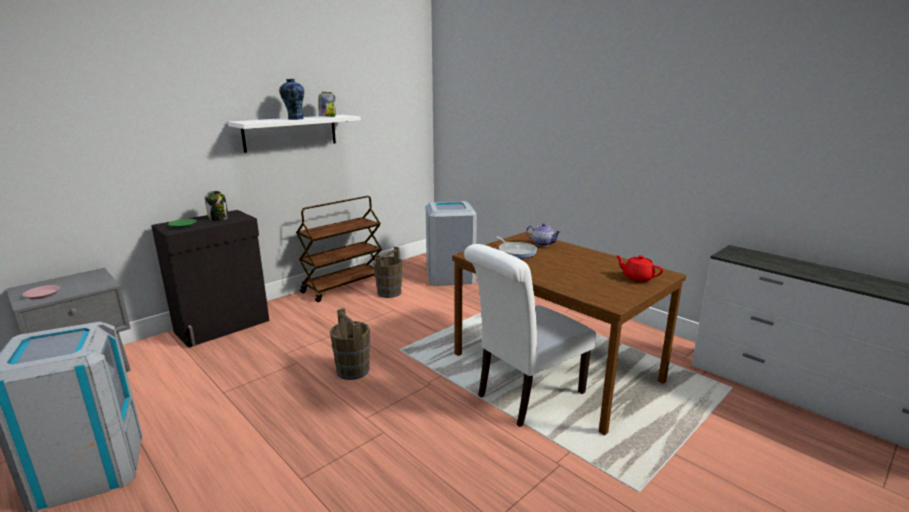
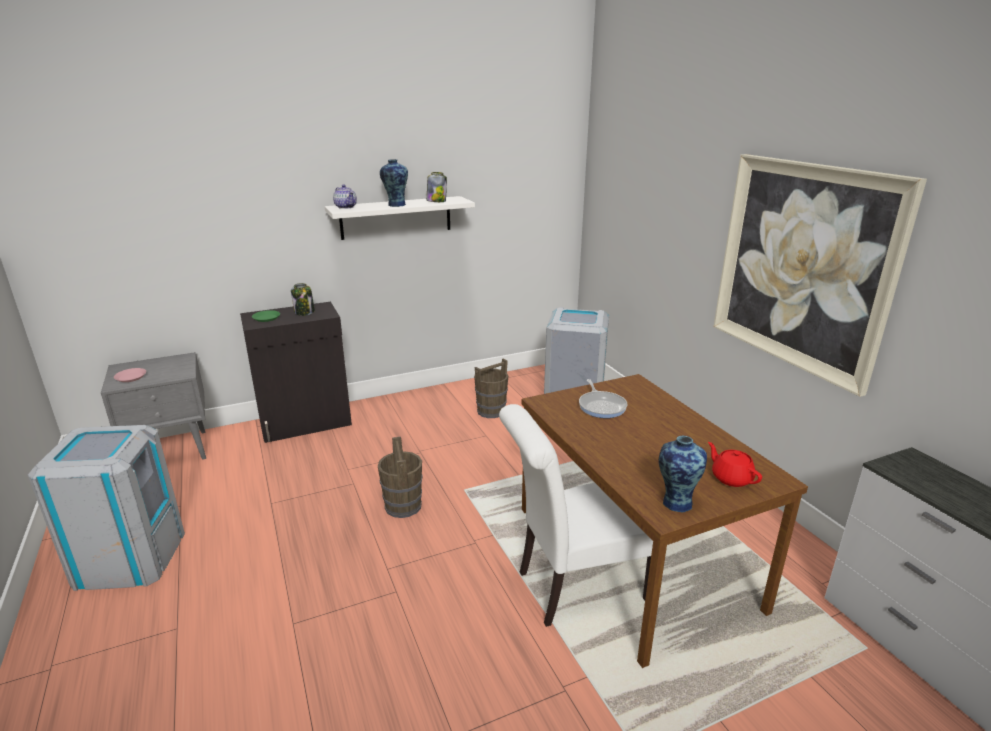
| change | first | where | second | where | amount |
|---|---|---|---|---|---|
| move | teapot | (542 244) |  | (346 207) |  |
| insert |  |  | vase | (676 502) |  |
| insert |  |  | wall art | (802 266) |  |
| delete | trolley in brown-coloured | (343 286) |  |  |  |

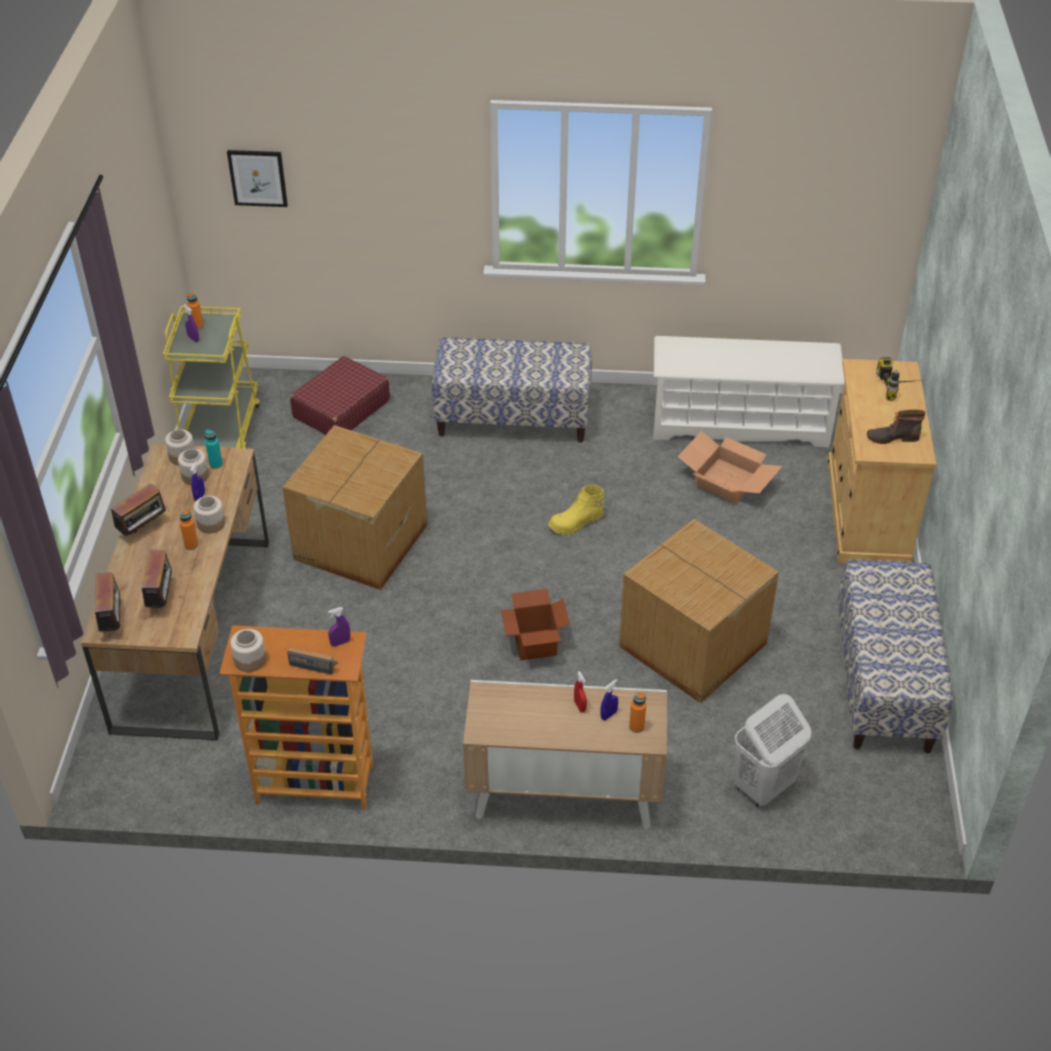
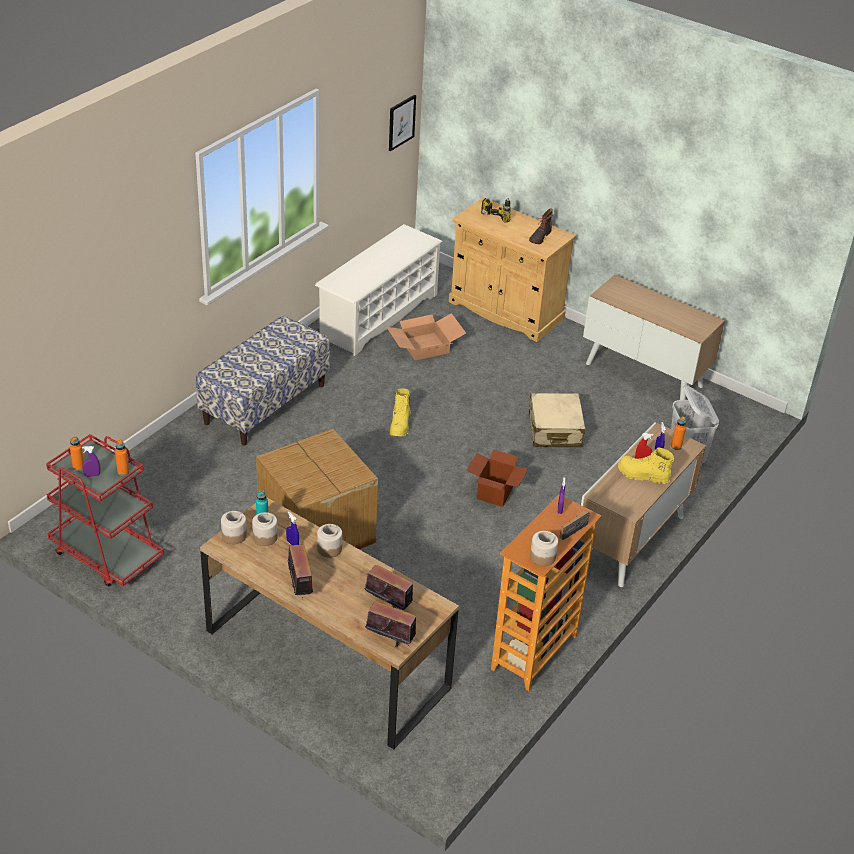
| change | first | where | second | where | amount |
|---|---|---|---|---|---|
| recolor | trolley in yellow-coloured | (220 430) | trolley in red-coloured | (106 554) |  |
| move | beverage bottle in orange | (191 545) |  | (123 471) |  |
| move | wall art | (258 178) |  | (401 122) |  |
| replace | cardboard box | (693 647) | suitcase in beige | (555 430) |  |
| replace | bench | (884 683) | storage cabinet | (645 374) |  |
| insert |  |  | tall boot in yellow-coloured | (643 475) |  |
| delete | suitcase in red-coloured | (341 409) |  |  |  |

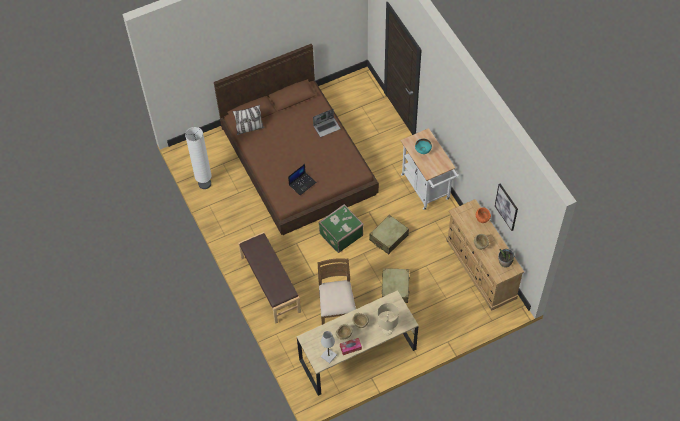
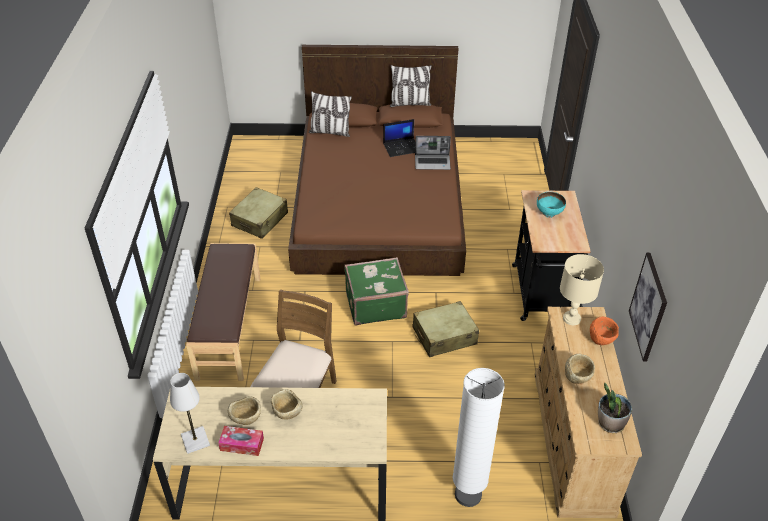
| change | first | where | second | where | amount |
|---|---|---|---|---|---|
| move | suitcase in beige | (395 288) |  | (260 220) |  |
| move | portable computer | (302 183) |  | (402 147) |  |
| insert |  |  | pillow | (410 103) |  |
| move | standing lamp in white-coloured | (204 184) |  | (468 495) |  |
| recolor | trolley in white-coloured | (427 189) | trolley in black | (542 297) |  |
| move | table lamp in beige | (387 330) |  | (572 318) |  |

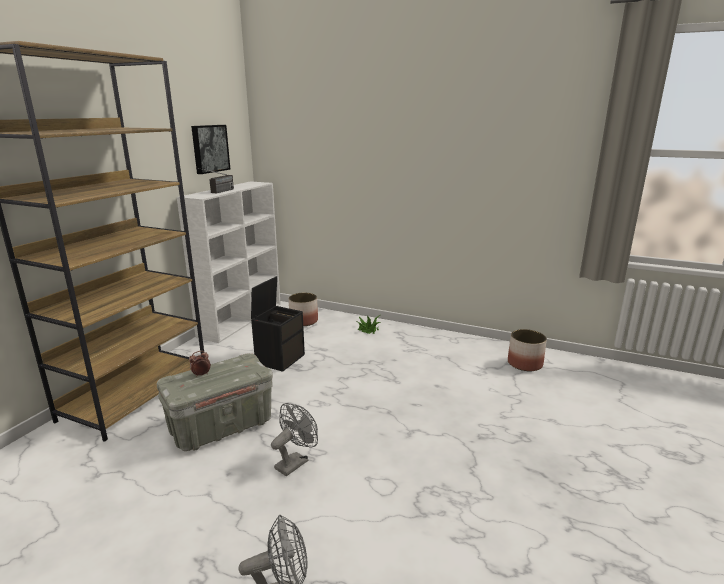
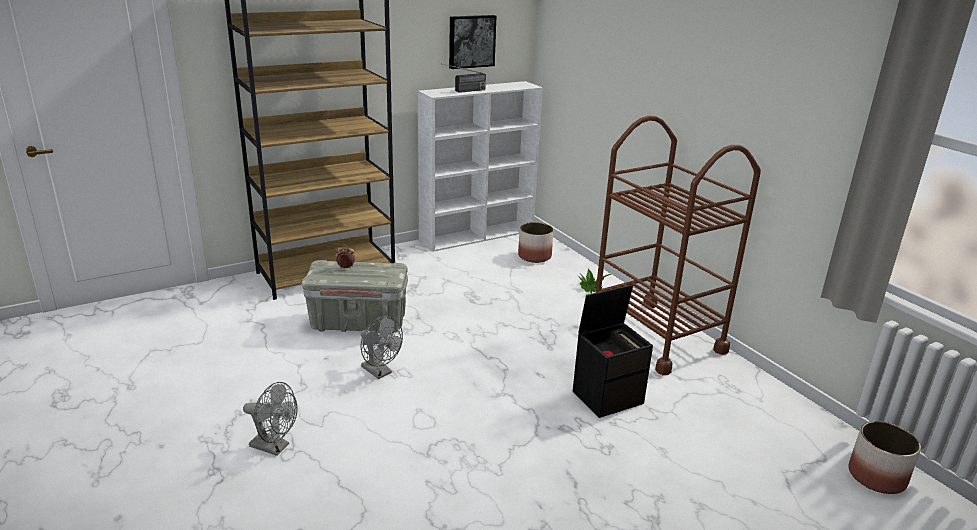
| change | first | where | second | where | amount |
|---|---|---|---|---|---|
| rotate | fan in greyish | (295 462) |  | (380 372) | 60 degrees clockwise |
| move | storage container in black | (280 358) |  | (608 396) |  |
| insert |  |  | trolley in brown-coloured | (656 336) |  |
| move | planter | (524 364) |  | (877 476) |  |

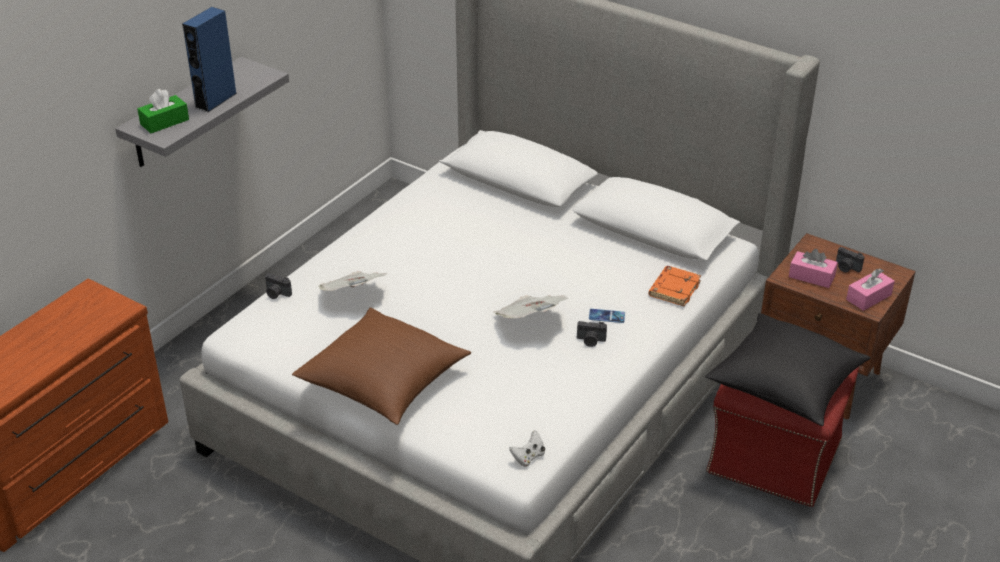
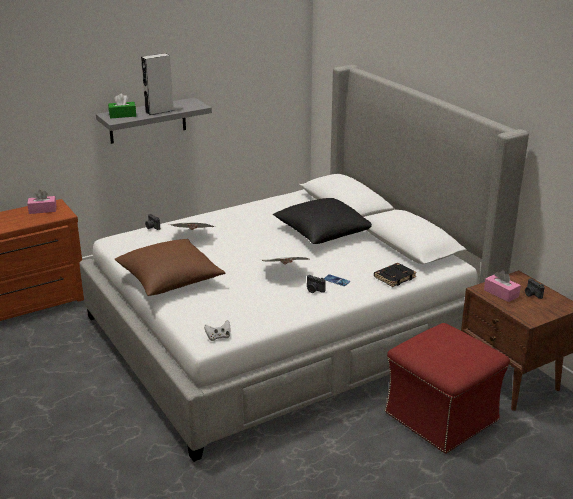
| change | first | where | second | where | amount |
|---|---|---|---|---|---|
| move | tissue box in pink-coloured | (868 297) |  | (42 210) |  |
| recolor | audio speaker in blue | (215 100) | audio speaker in greyish | (159 111) |  |
| move | pillow in black | (785 384) |  | (323 233) |  |
| recolor | book in orange | (674 289) | book in black | (394 277) |  |

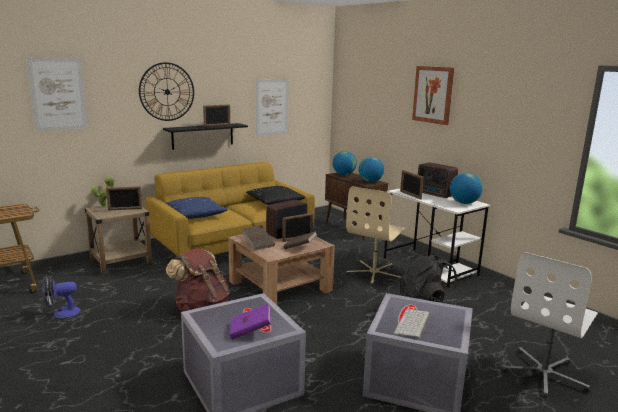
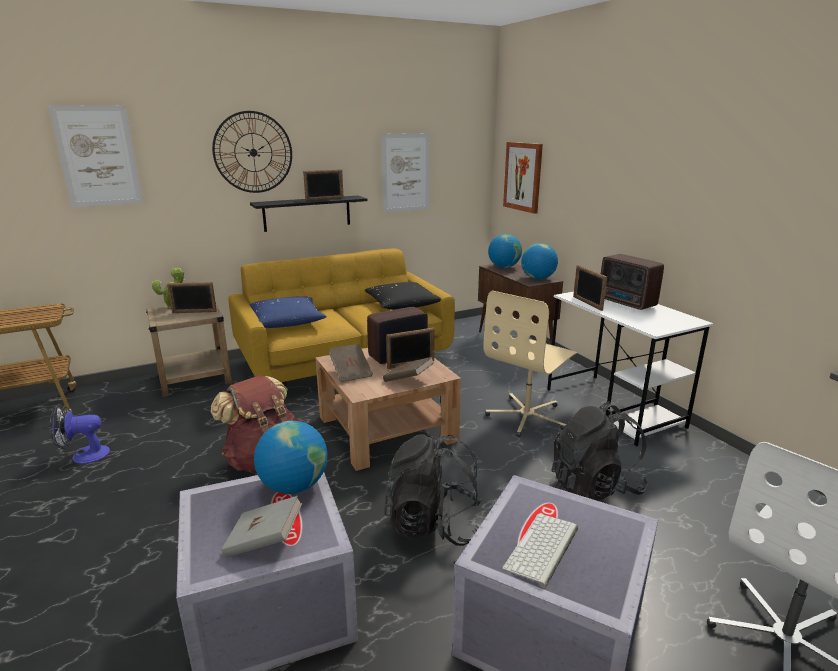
| change | first | where | second | where | amount |
|---|---|---|---|---|---|
| recolor | book in purple-coloured | (250 331) | book in greyish | (264 541) |  |
| move | desk globe | (464 203) |  | (293 486) |  |
| insert |  |  | backpack in black | (433 524) |  |
| move | wall art | (433 94) |  | (523 177) |  |

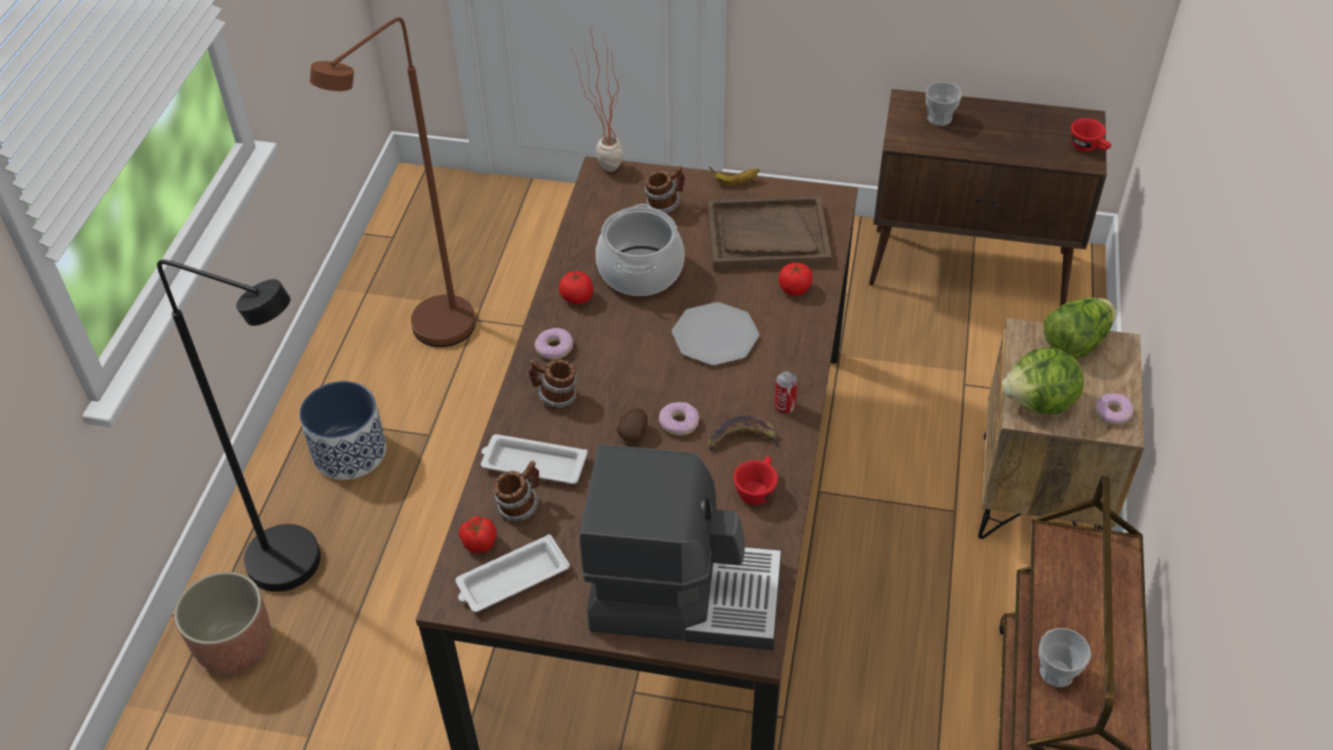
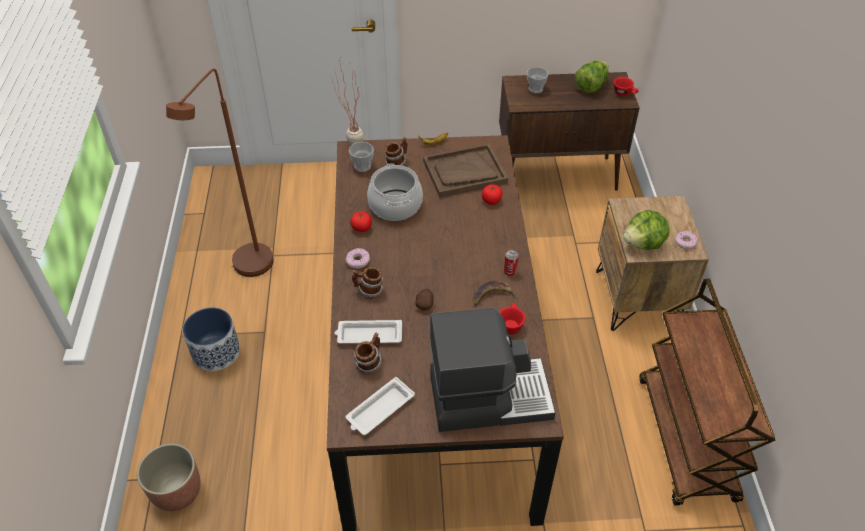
| change | first | where | second | where | amount |
|---|---|---|---|---|---|
| move | cup | (1056 672) |  | (362 166) |  |
| move | head of lettuce | (1075 342) |  | (591 86) |  |
| delete | standing lamp in black | (302 568) |  |  |  |
| delete | fresh tomato | (479 543) |  |  |  |
| delete | donut | (679 423) |  |  |  |
| delete | plate | (715 336) |  |  |  |

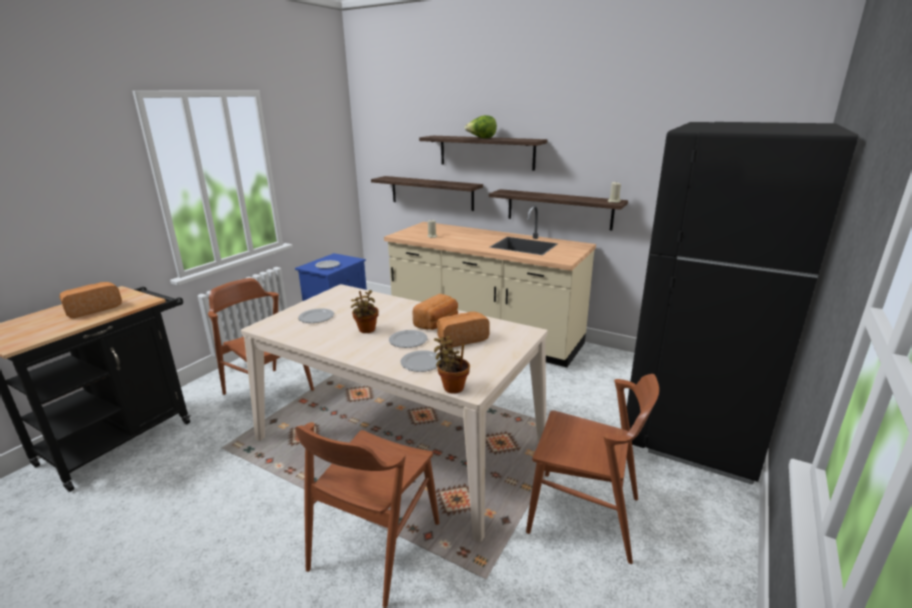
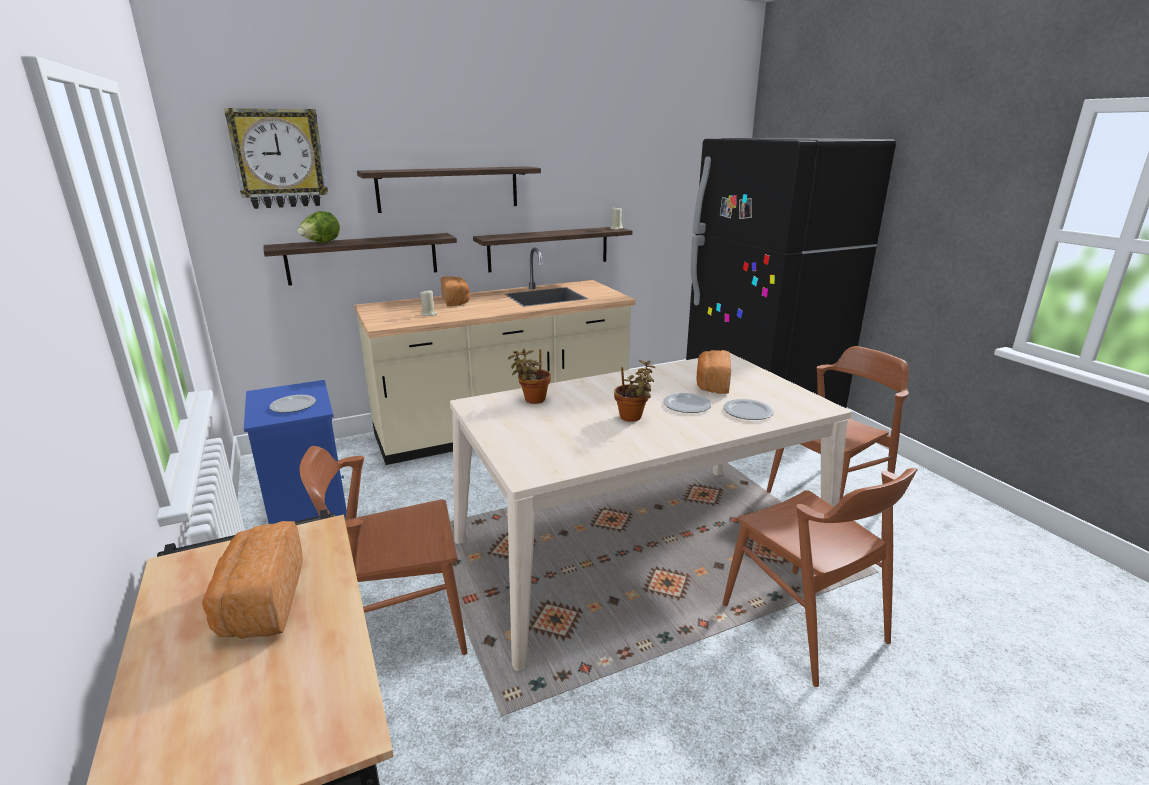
| change | first | where | second | where | amount |
|---|---|---|---|---|---|
| insert |  |  | clock on the wall | (279 159) |  |
| move | head of lettuce | (481 138) |  | (321 243) |  |
| move | bread | (437 323) |  | (456 301) |  |
| move | potted plant | (452 387) |  | (532 399) |  |
| delete | plate | (316 317) |  |  |  |

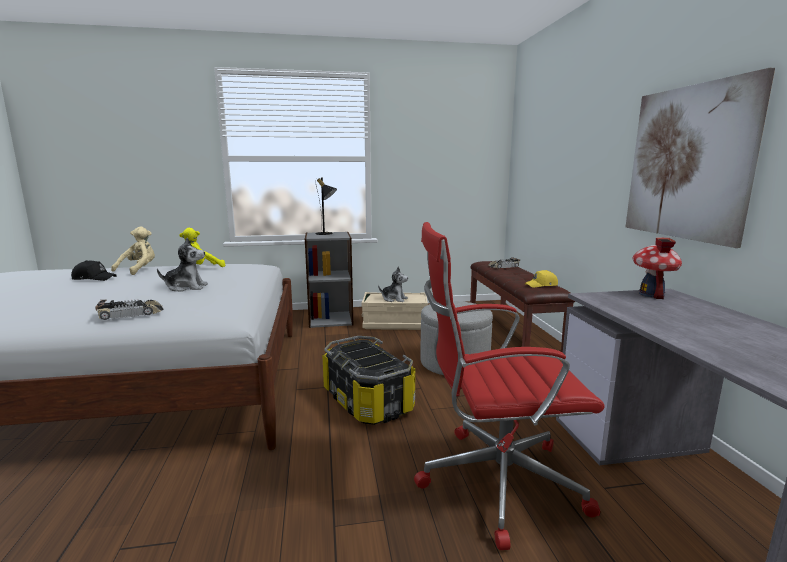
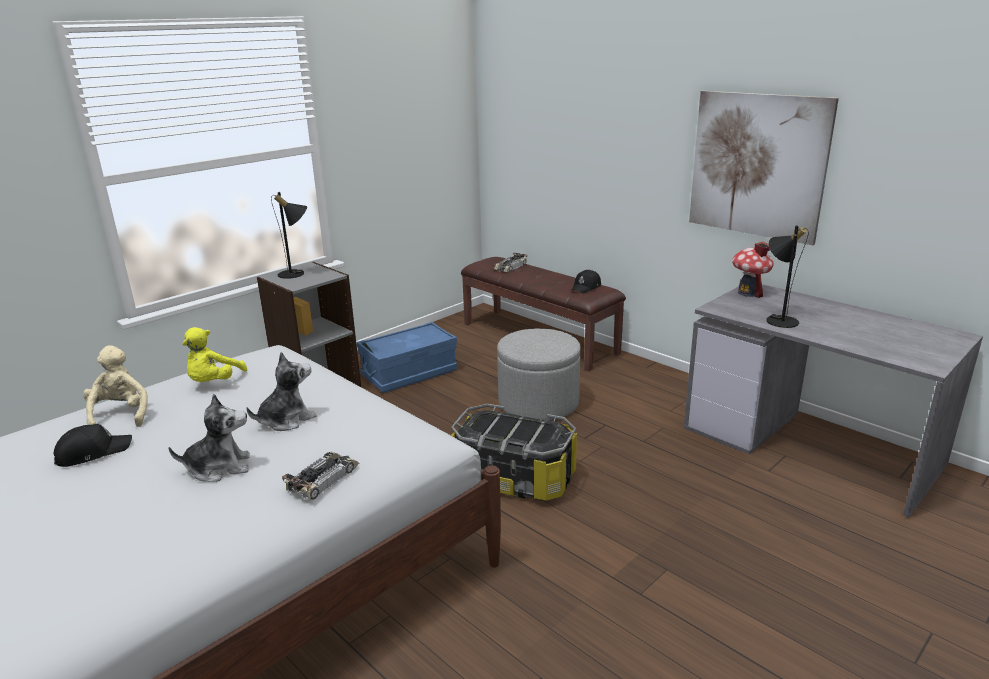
| change | first | where | second | where | amount |
|---|---|---|---|---|---|
| move | plush toy | (394 299) |  | (219 467) |  |
| recolor | storage container in beige | (395 323) | storage container in blue | (409 373) |  |
| recolor | peaked cap in yellow-coloured | (541 285) | peaked cap in black | (586 287) |  |
| insert |  |  | table lamp in black | (778 319) |  |
| delete | office chair in red-coloured | (495 481) |  |  |  |

